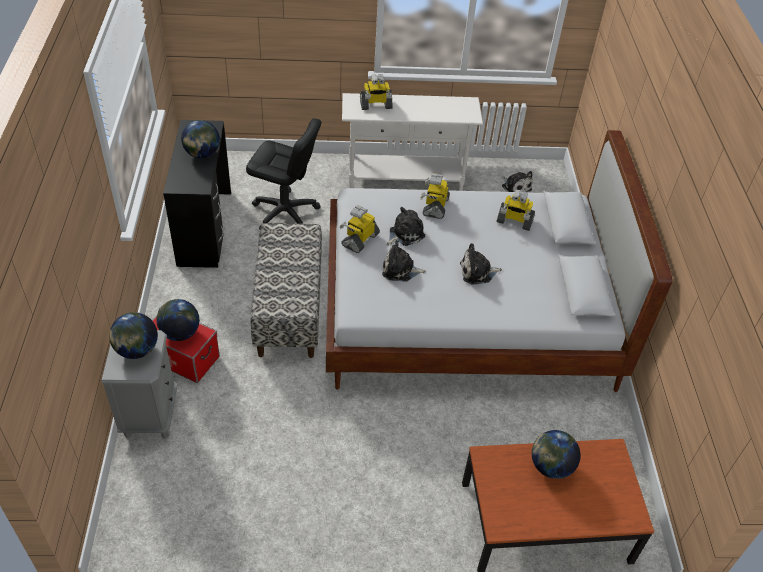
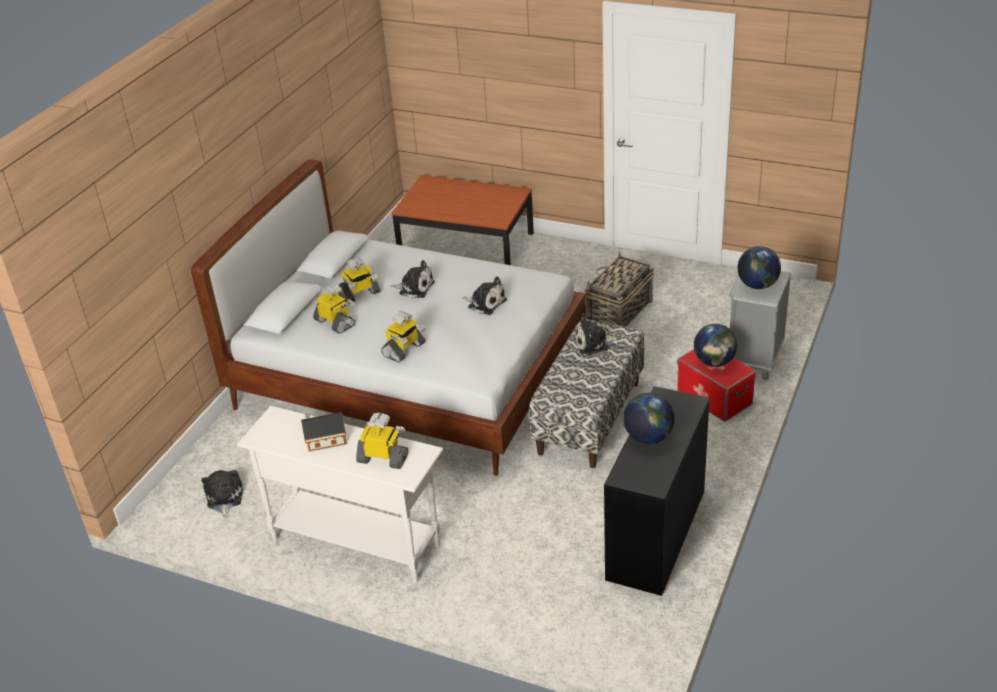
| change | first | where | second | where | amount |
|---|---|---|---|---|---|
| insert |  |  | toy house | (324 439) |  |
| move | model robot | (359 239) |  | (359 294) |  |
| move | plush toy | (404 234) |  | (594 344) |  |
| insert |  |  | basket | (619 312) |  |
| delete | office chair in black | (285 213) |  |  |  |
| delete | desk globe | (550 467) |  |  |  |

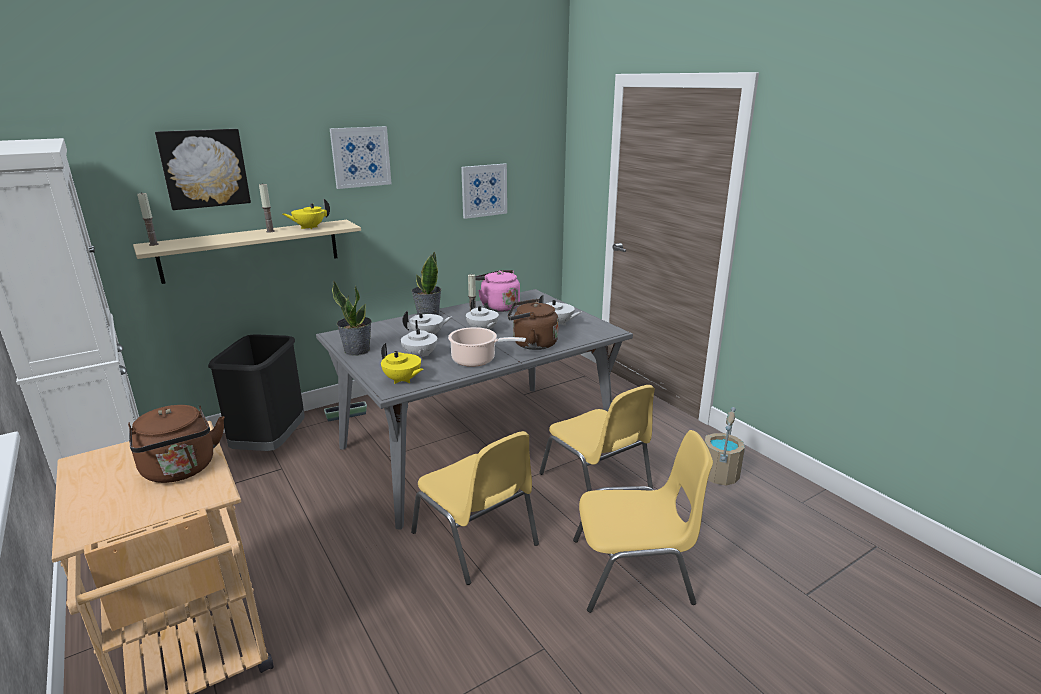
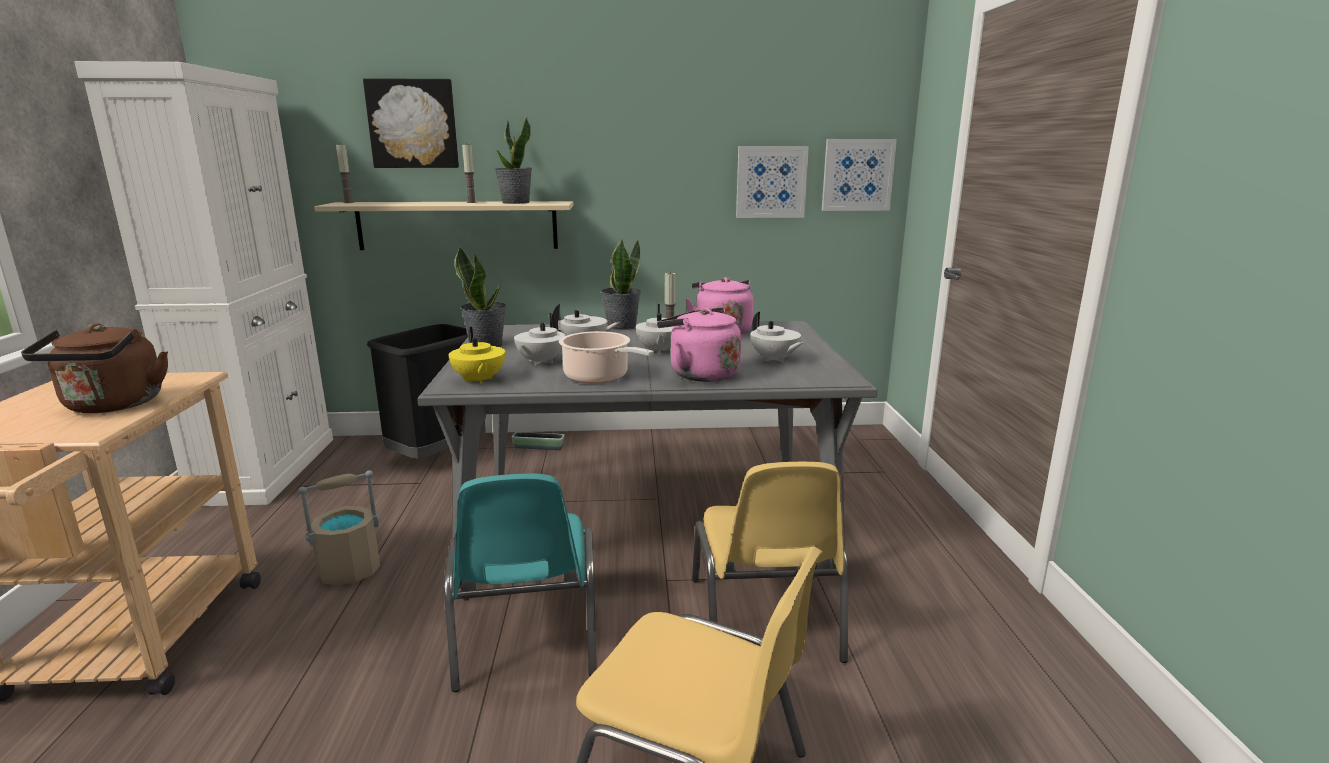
| change | first | where | second | where | amount |
|---|---|---|---|---|---|
| move | pail in beige | (719 475) |  | (349 571) |  |
| recolor | upright chair in yellow-coloured | (476 539) | upright chair in blue-green | (526 636) |  |
| replace | teapot in yellow-coloured | (309 227) | potted plant | (515 202) |  |
| recolor | tea kettle in brown-coloured | (531 344) | tea kettle in pink-coloured | (700 374) |  |
| move | wall art | (360 157) |  | (857 175) |  |

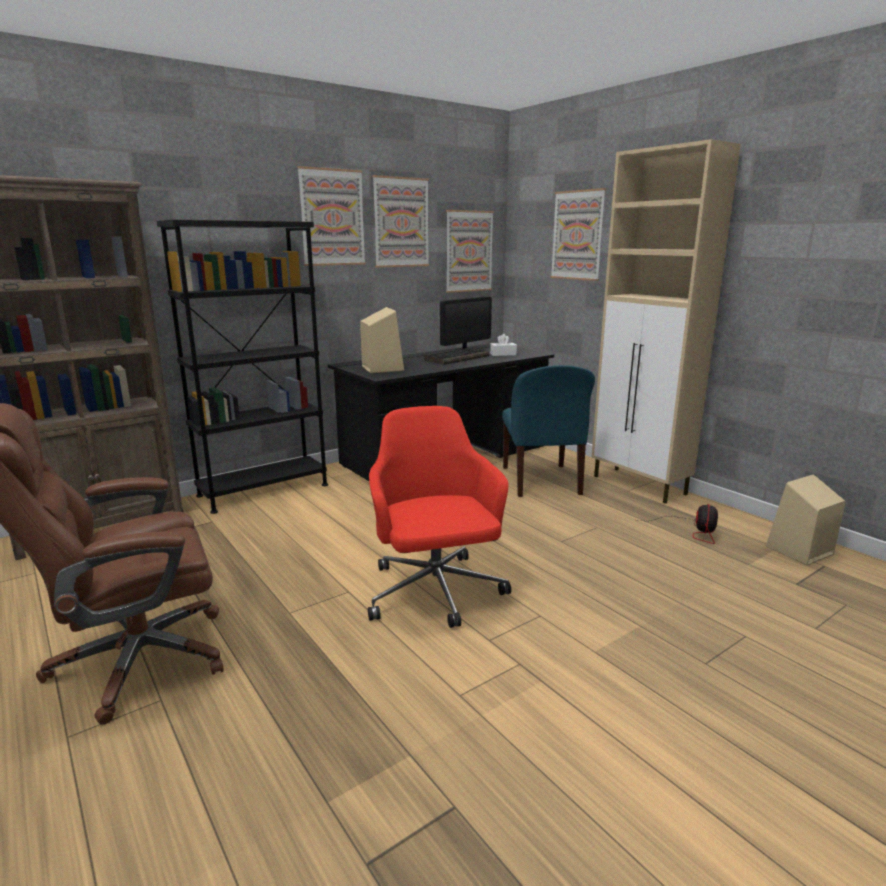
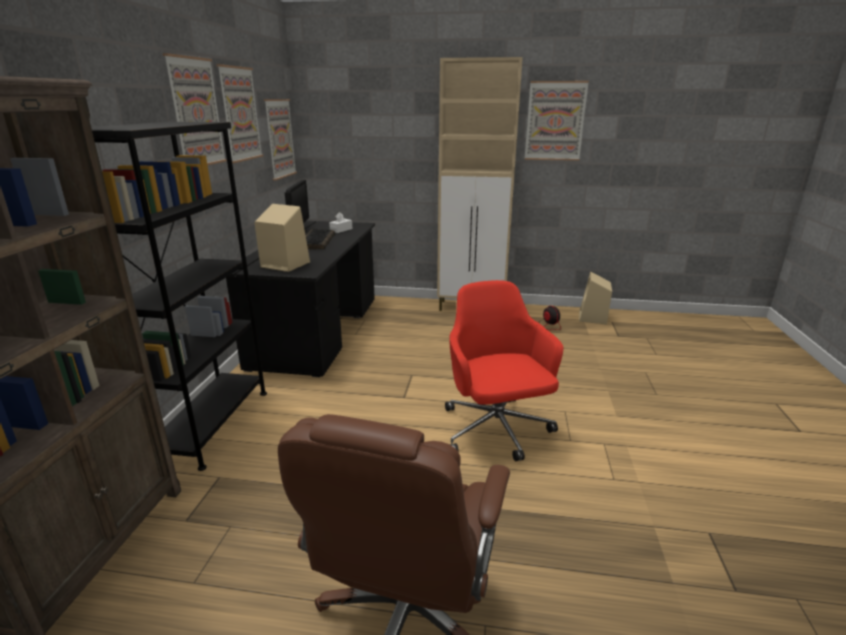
| change | first | where | second | where | amount |
|---|---|---|---|---|---|
| rotate | office chair in red-coloured | (435 593) |  | (496 430) | 45 degrees clockwise |
| move | wall art | (577 235) |  | (555 121) |  |
| delete | upright chair in blue | (541 481) |  |  |  |

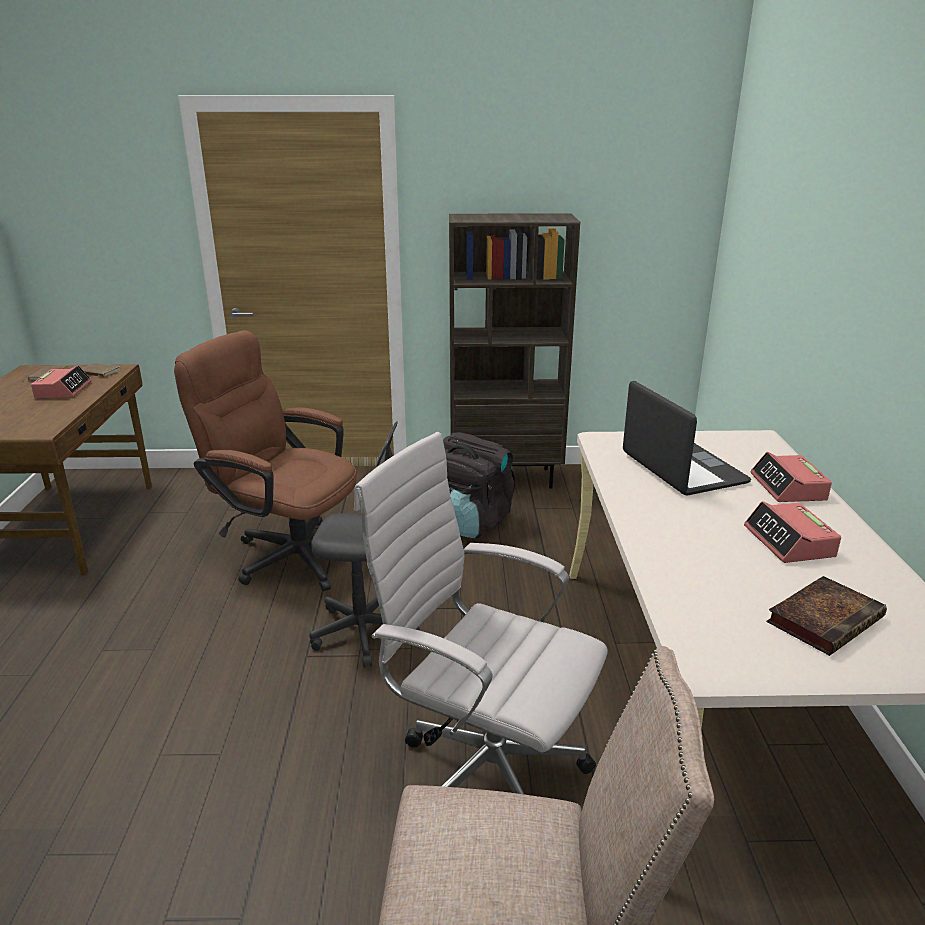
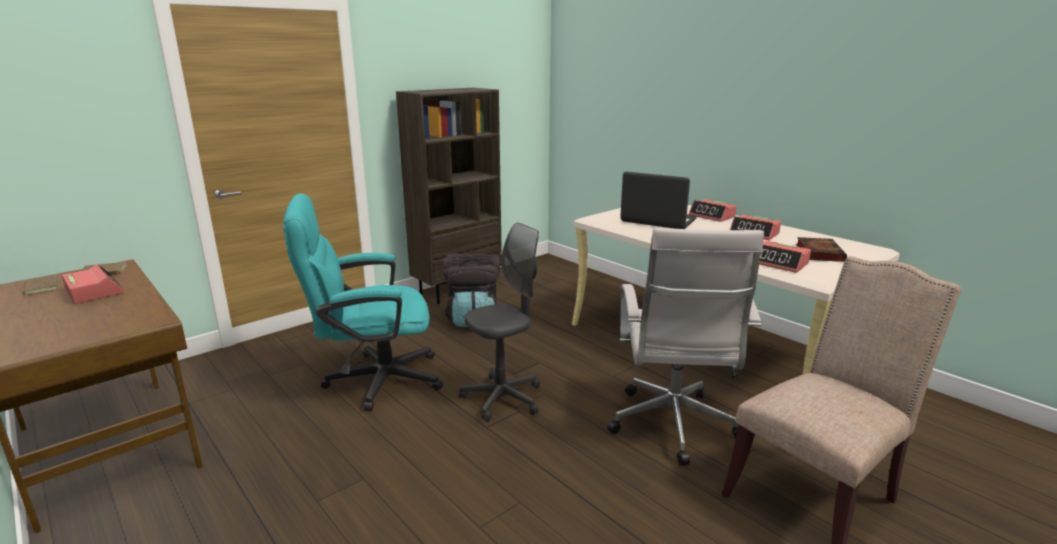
| change | first | where | second | where | amount |
|---|---|---|---|---|---|
| recolor | office chair in brown-coloured | (288 553) | office chair in blue-green | (372 380) |  |
| rotate | office chair in white-coloured | (483 774) |  | (673 428) | 75 degrees counterclockwise |
| insert |  |  | bedside clock | (779 263) |  |

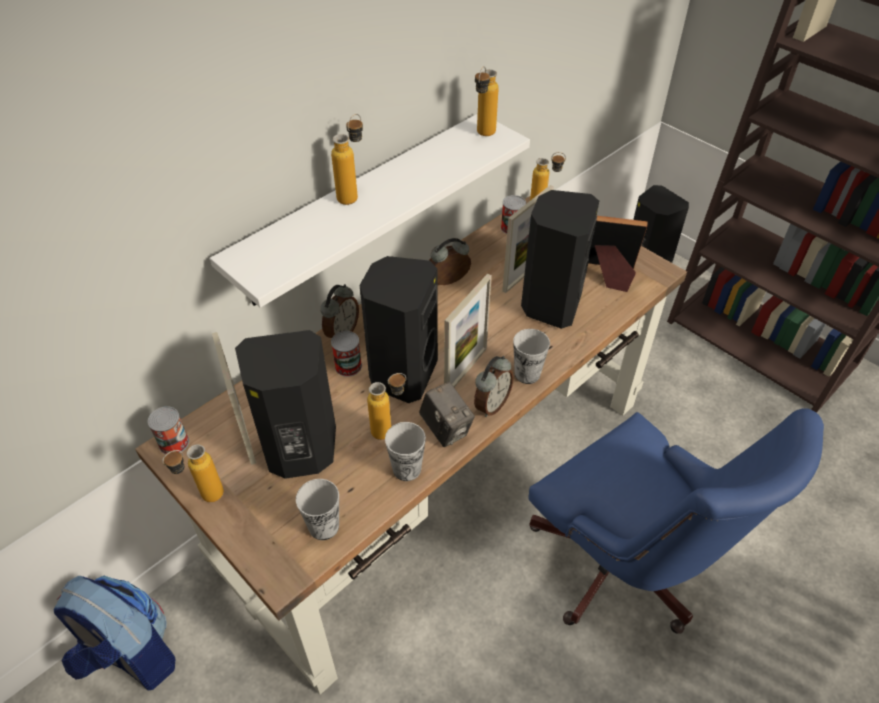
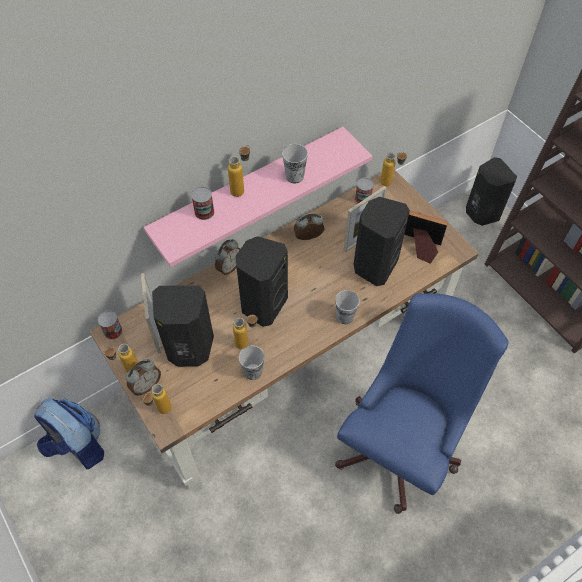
| change | first | where | second | where | amount |
|---|---|---|---|---|---|
| move | bedside clock | (491 404) |  | (146 385) |  |
| move | beverage bottle | (483 136) |  | (160 412) |  |
| recolor | wall shelf in white-coloured | (361 209) | wall shelf in pink-coloured | (249 191) |  |
| move | metal can | (348 366) |  | (204 212) |  |
| move | cup | (324 526) |  | (294 176) |  |
| rotate | office chair in blue | (624 569) |  | (401 444) | 120 degrees counterclockwise |
| delete | still camera | (446 429) |  |  |  |
| delete | picture frame | (465 370) |  |  |  |

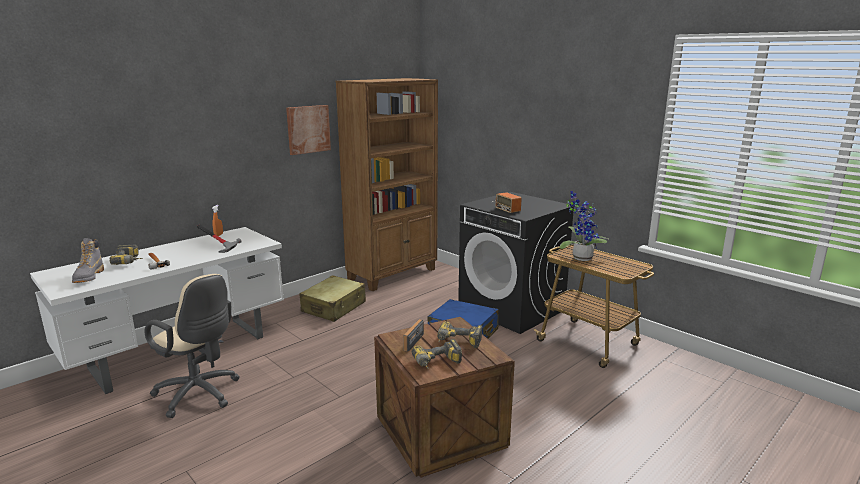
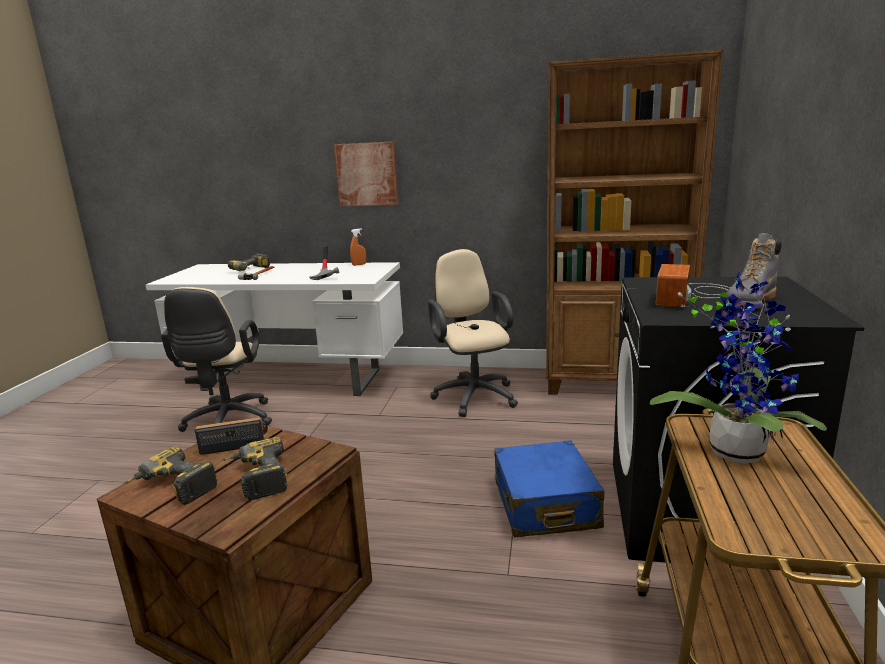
| change | first | where | second | where | amount |
|---|---|---|---|---|---|
| move | wall art | (308 129) |  | (367 174) |  |
| replace | suitcase in beige | (334 307) | office chair in beige | (473 395) |  |
| move | tall boot in greyish | (89 277) |  | (749 303) |  |

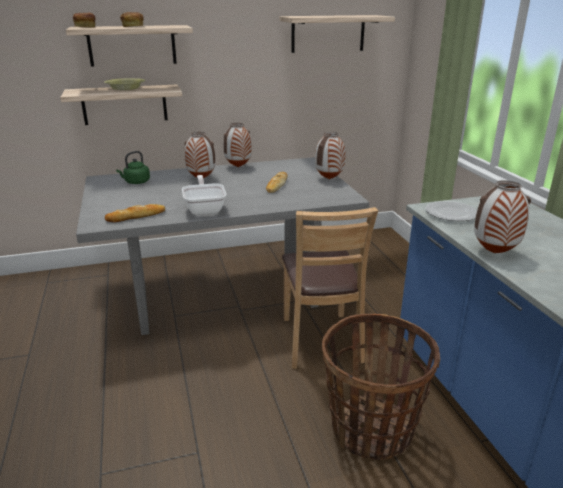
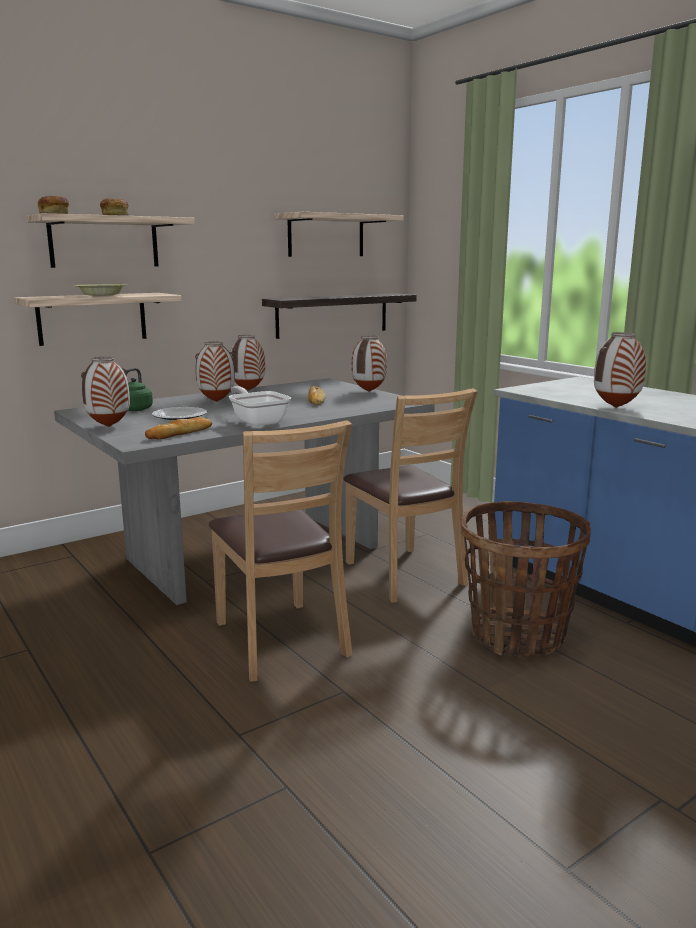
| change | first | where | second | where | amount |
|---|---|---|---|---|---|
| insert |  |  | vase | (108 427) |  |
| move | plate | (451 213) |  | (179 415) |  |
| insert |  |  | upright chair in brown-coloured | (280 640) |  |
| insert |  |  | wall shelf | (332 315) |  |

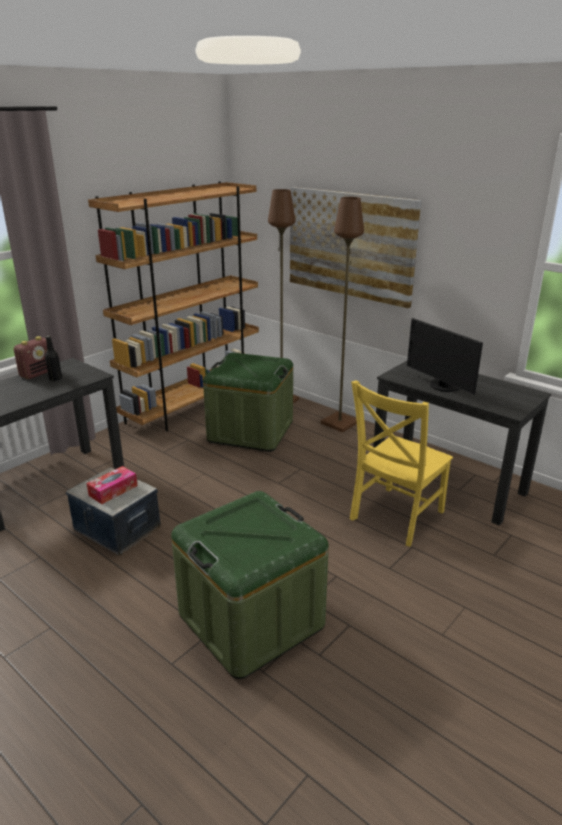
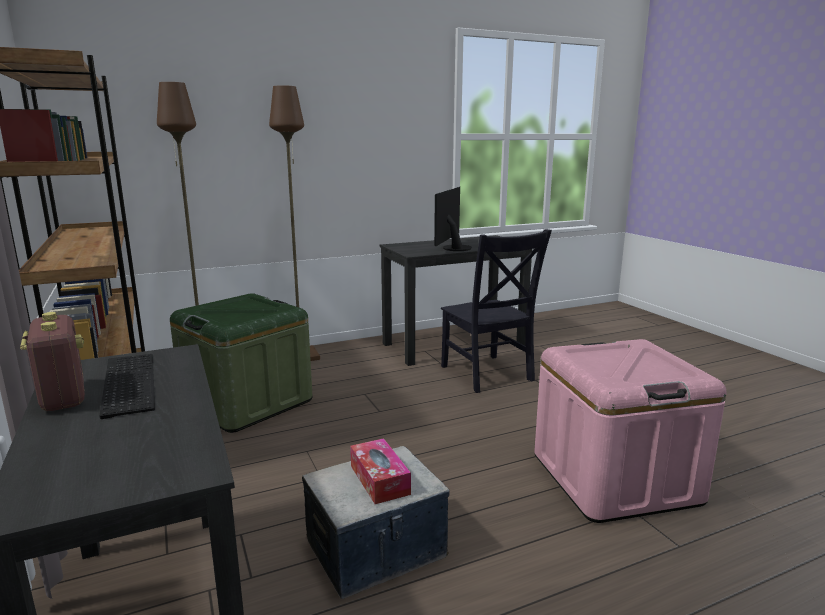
| change | first | where | second | where | amount |
|---|---|---|---|---|---|
| replace | beverage bottle in black | (55 379) | keyboard | (126 383) |  |
| rotate | computer display | (442 386) |  | (453 248) | 120 degrees clockwise |
| recolor | upright chair in yellow-coloured | (394 517) | upright chair in black | (488 375) |  |
| recolor | storage container in greenish | (251 620) | storage container in pink-coloured | (614 478) |  |
| delete | wall art | (350 245) |  |  |  |

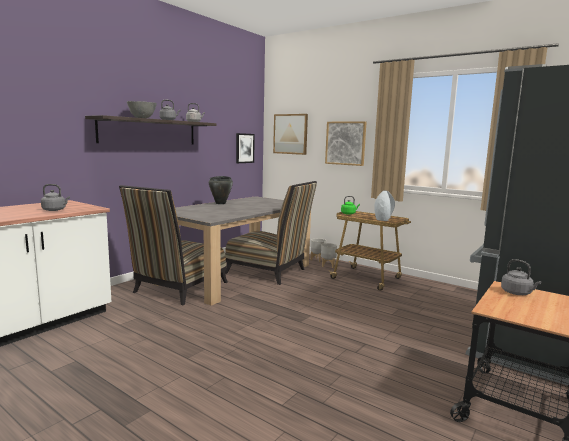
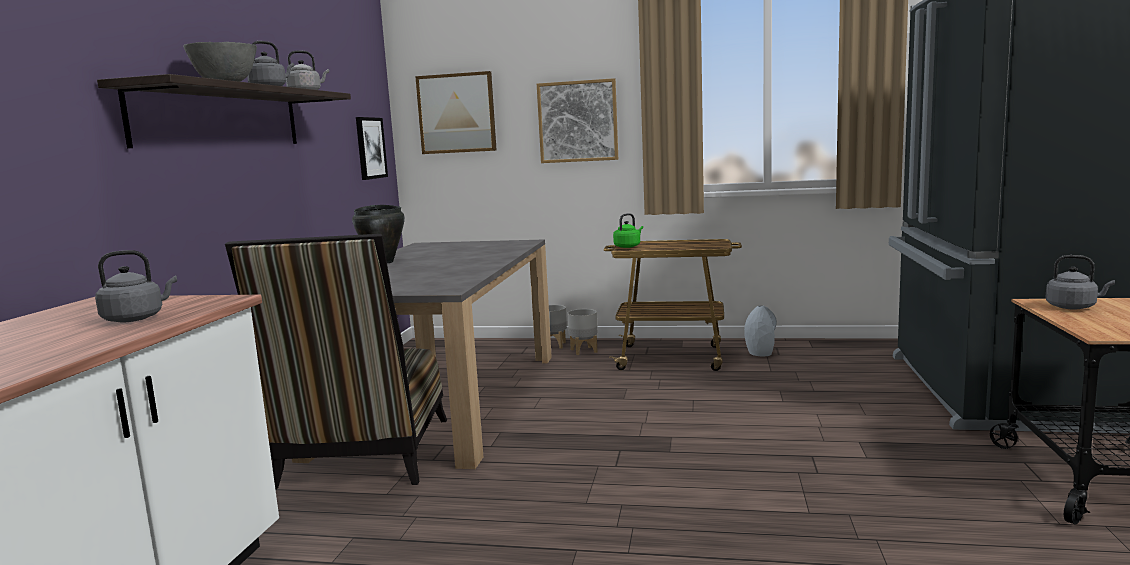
| change | first | where | second | where | amount |
|---|---|---|---|---|---|
| move | vase in greyish | (383 219) |  | (760 353) |  |
| delete | upright chair | (270 272) |  |  |  |

